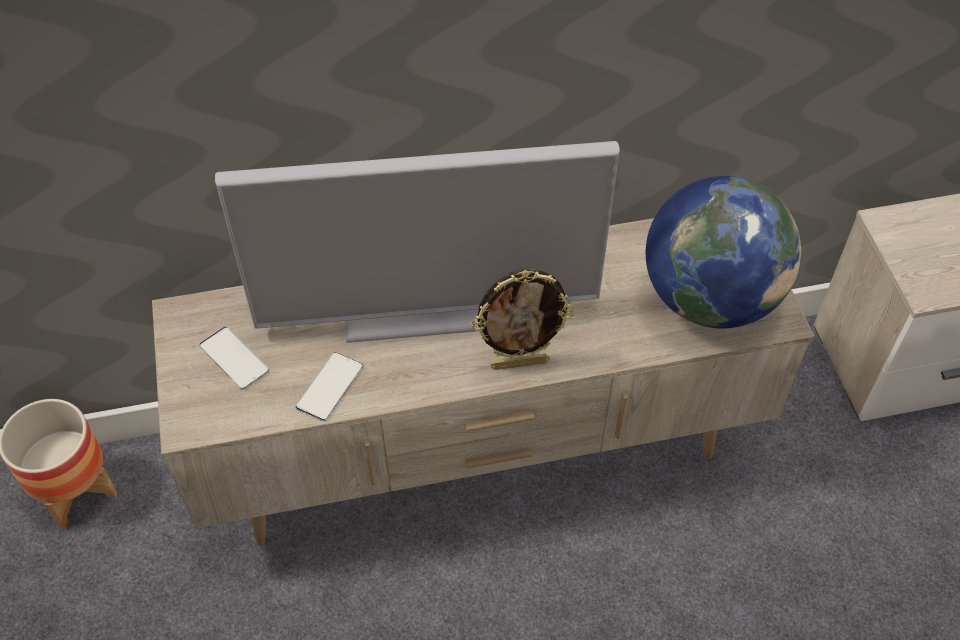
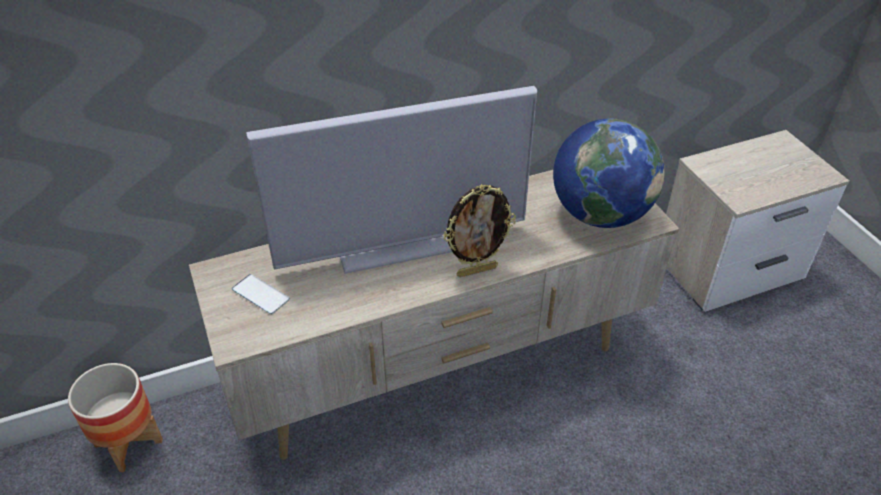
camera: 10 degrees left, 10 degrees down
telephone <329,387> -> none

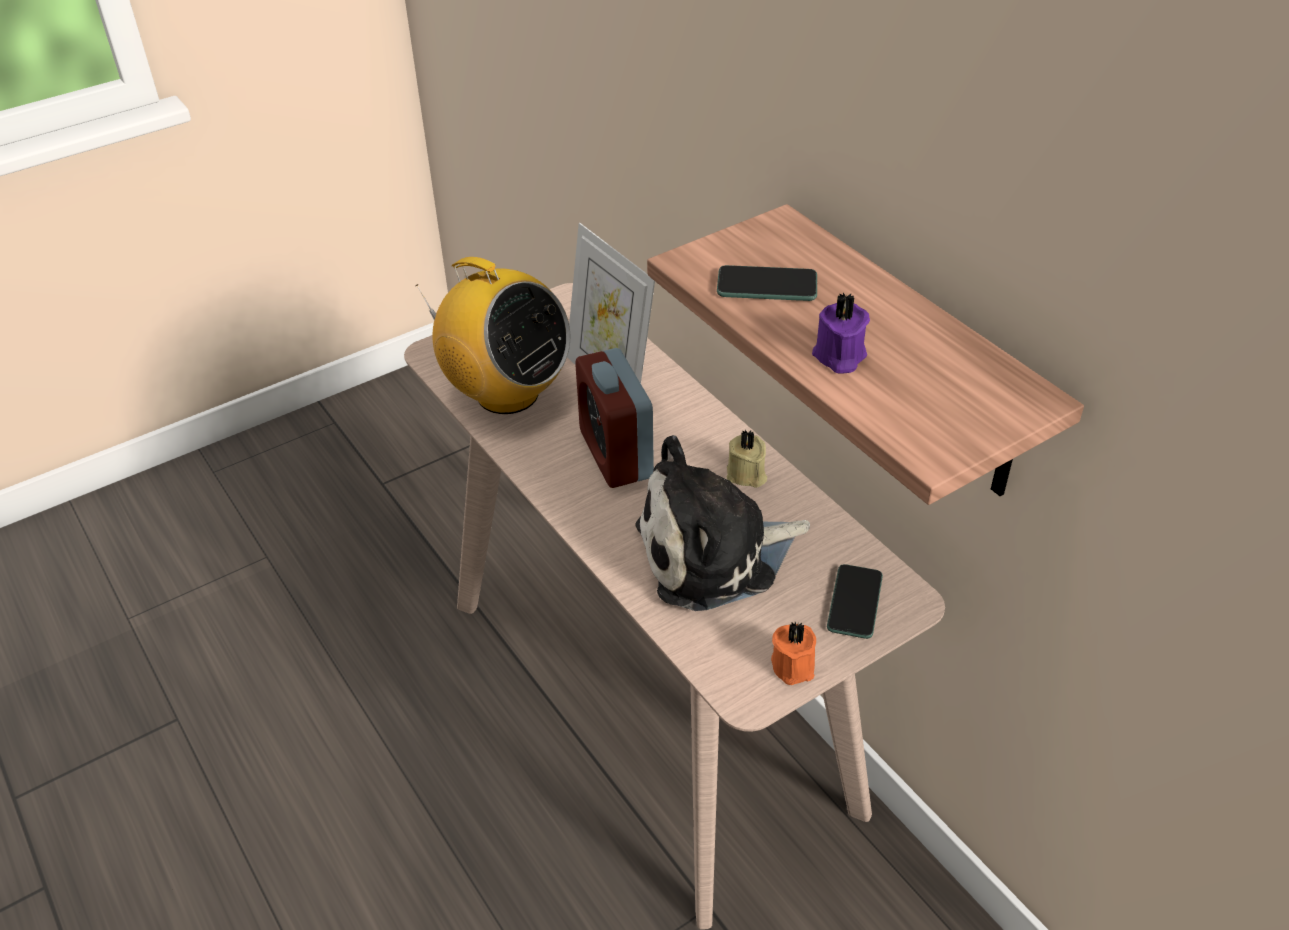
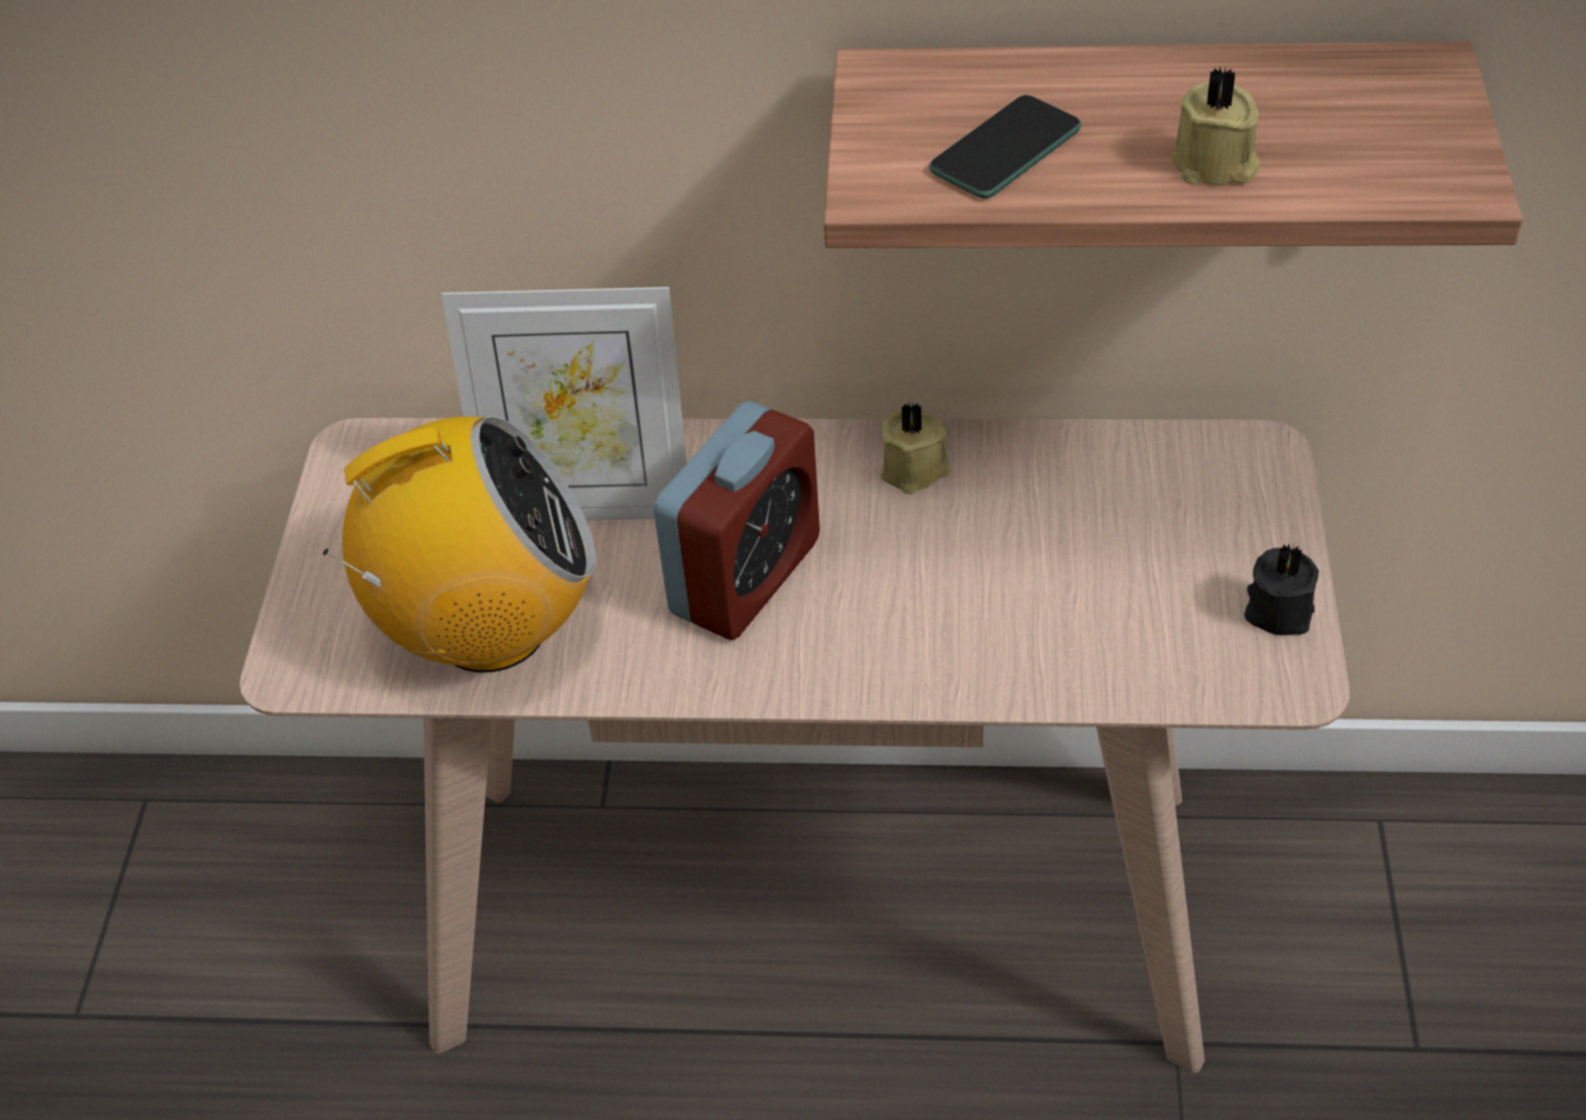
camera: 50 degrees left, 5 degrees up
plush toy <715,554> -> none
telephone <854,602> -> none
wax light (orange-coloured) <794,665> -> wax light (black) <1277,609>
wax light (purple) <838,357> -> wax light (beige) <1215,165>
bedside clock <616,454> -> bedside clock <745,577>, 75 degrees counterclockwise

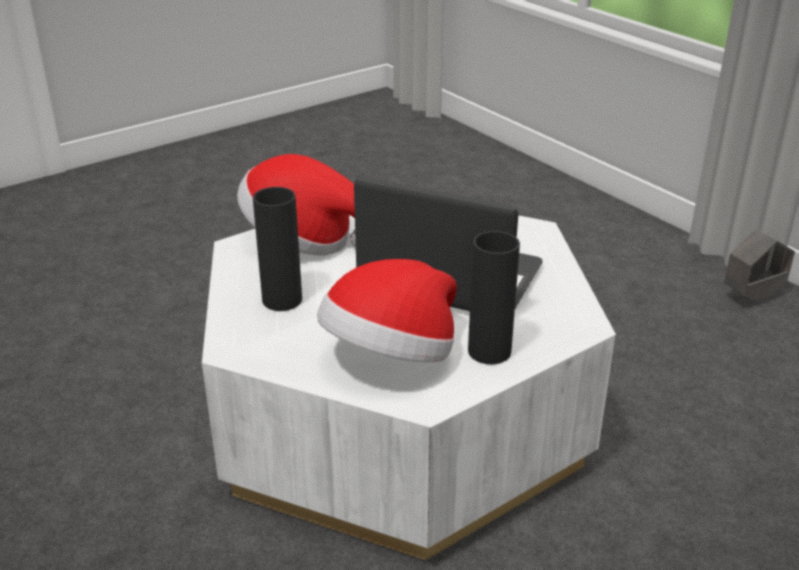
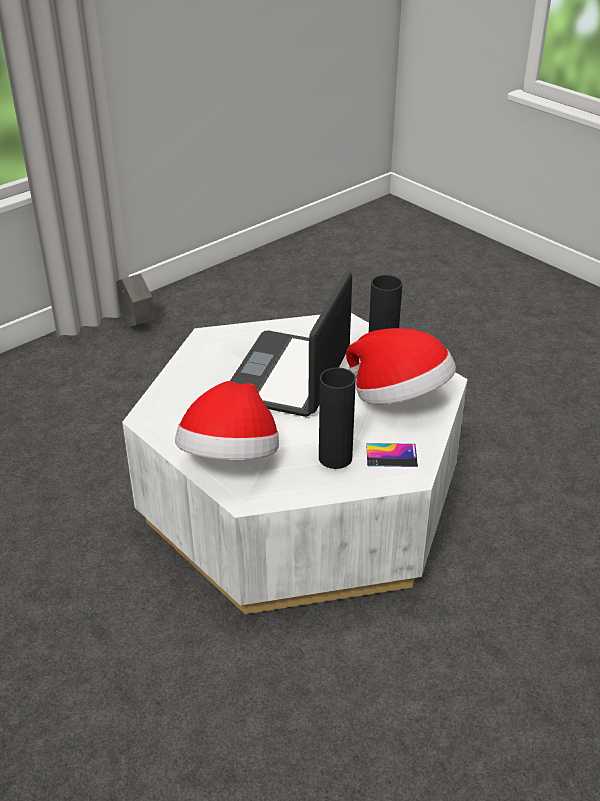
camera: 95 degrees left, 5 degrees up
none -> telephone <391,455>

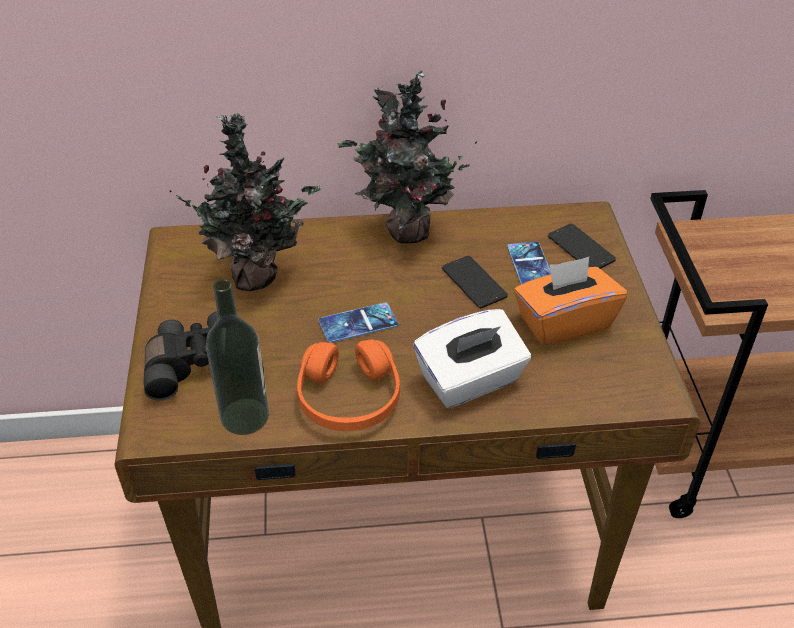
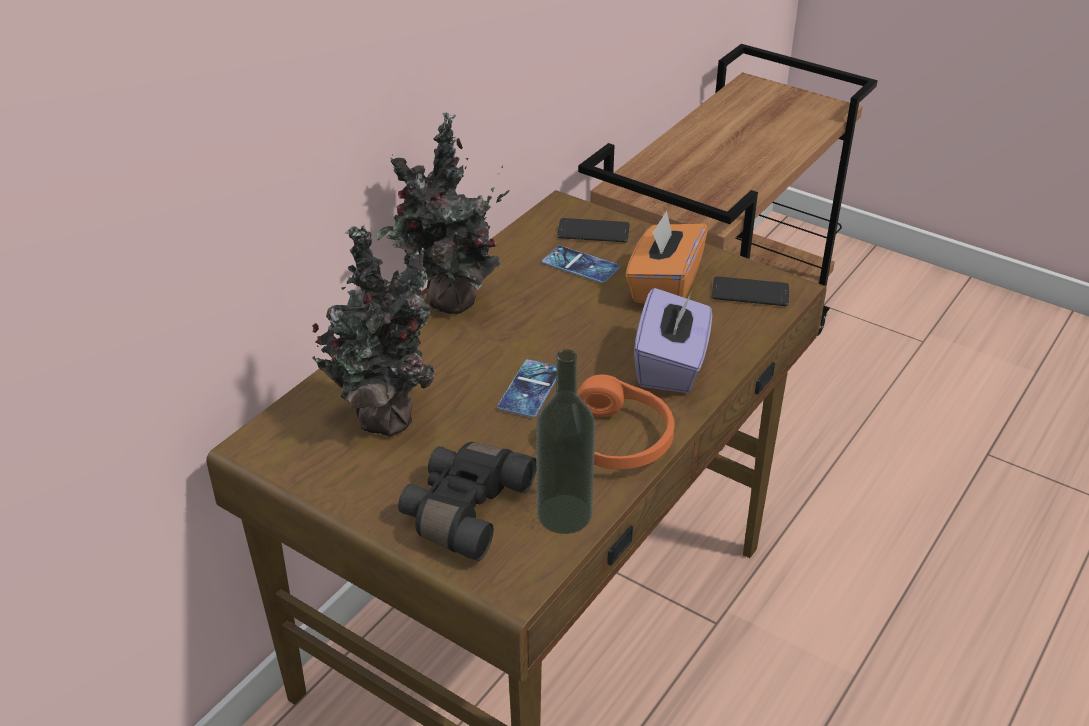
camera: 50 degrees left, 5 degrees down
telephone <474,282> -> telephone <750,293>, shifted
tissue box (whitish) <470,381> -> tissue box (purple) <671,366>

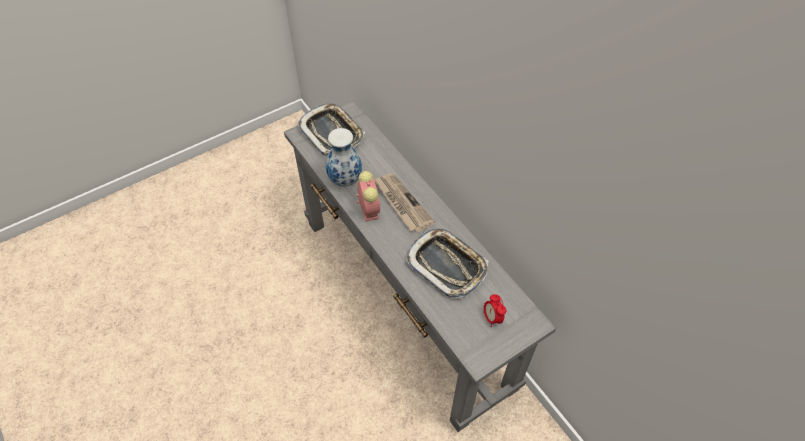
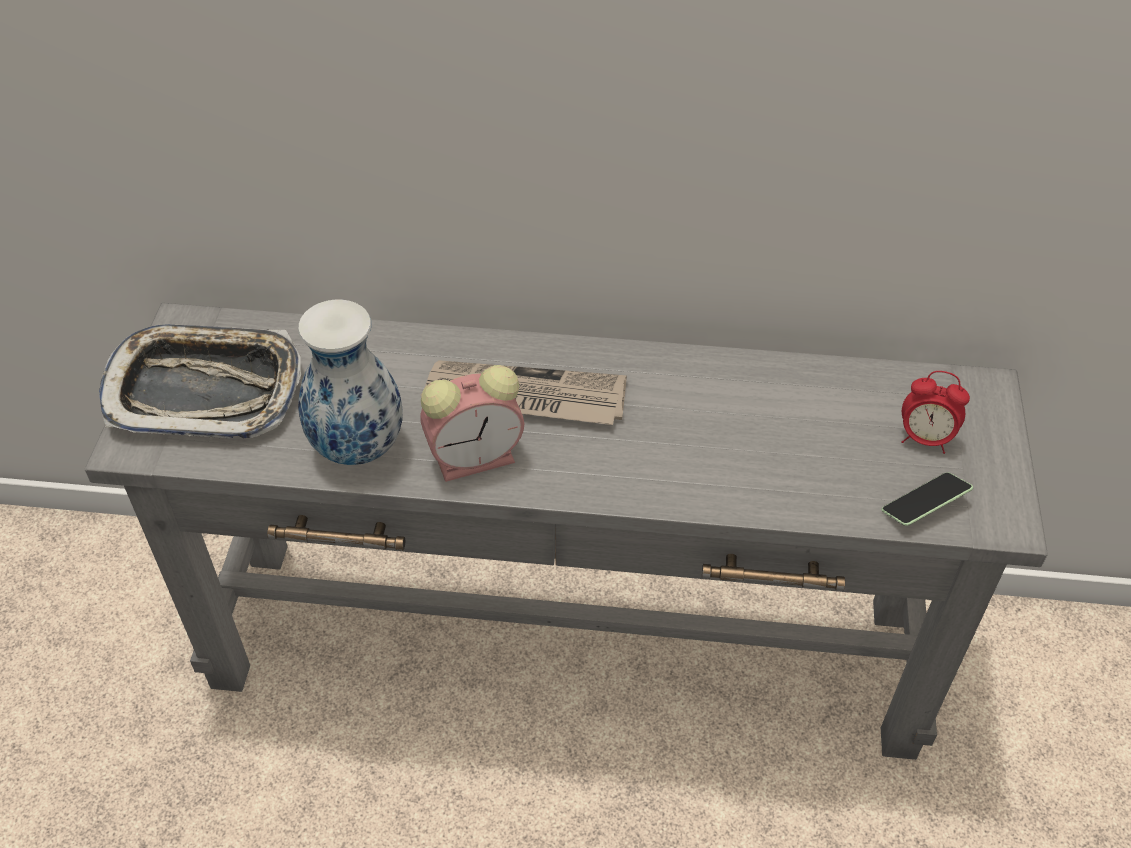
camera: 50 degrees left, 5 degrees down
tray <447,265> -> none
none -> telephone <924,506>
bedside clock <368,208> -> bedside clock <477,456>, 135 degrees clockwise

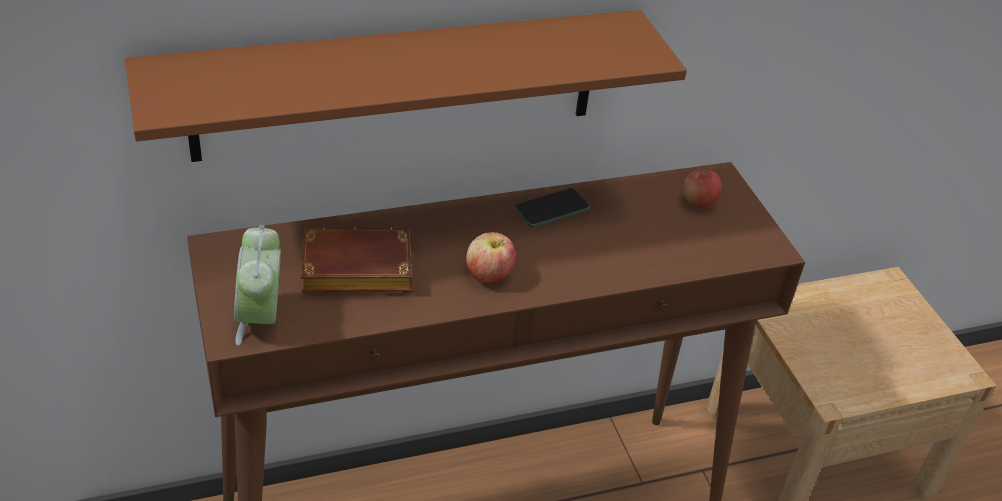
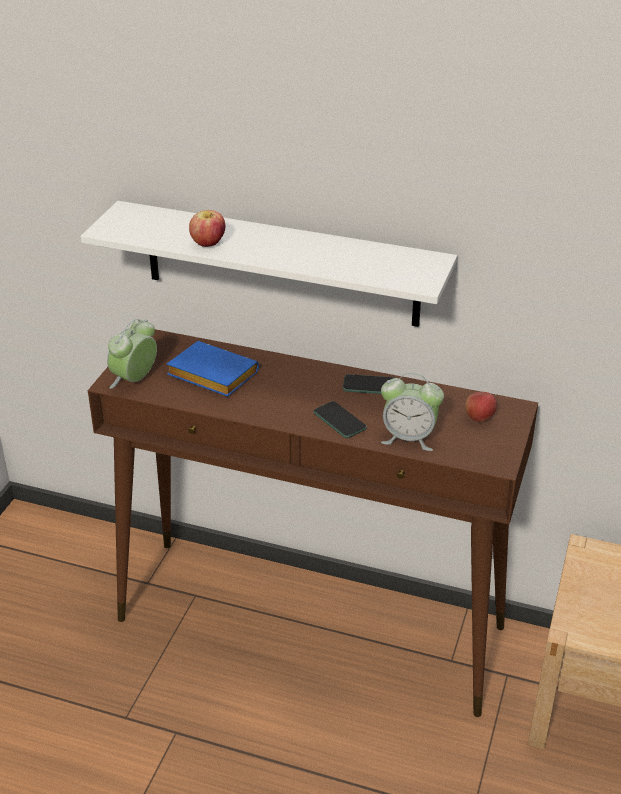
camera: 40 degrees right, 5 degrees down
none -> telephone <339,421>
none -> bedside clock <409,438>
apple fruit <488,276> -> apple fruit <208,244>, shifted
bracket shelf (brown-coloured) <398,85> -> bracket shelf (whitish) <281,264>
bound book (brown-coloured) <353,271> -> bound book (blue) <209,375>

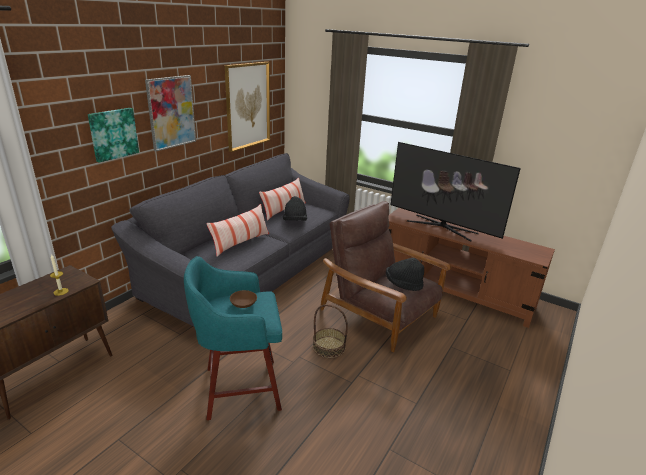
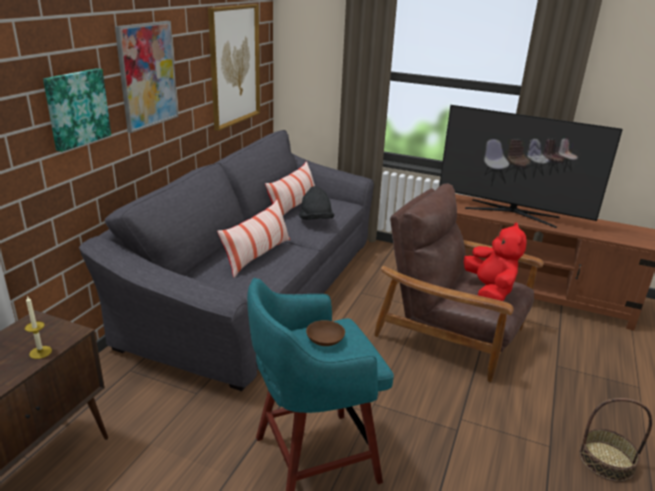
camera: 10 degrees left, 0 degrees up
storage basket <329,347> -> storage basket <606,460>, shifted
hat (black) <403,284> -> plush toy (red-coloured) <489,291>

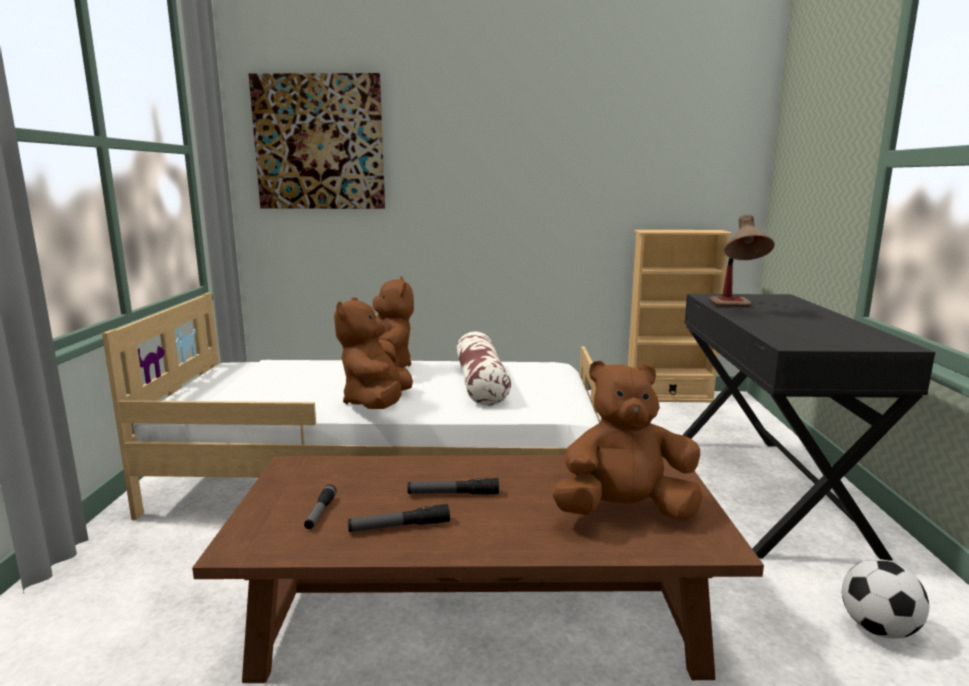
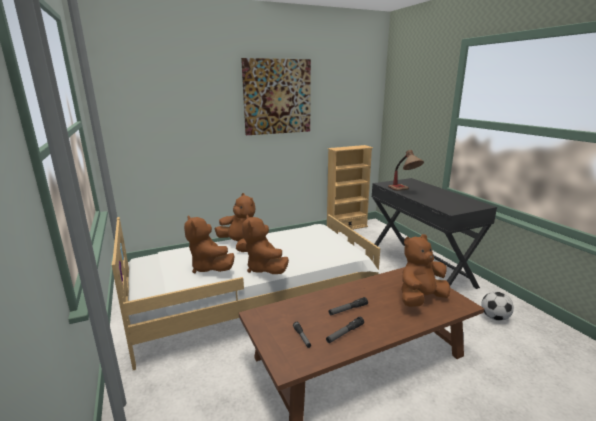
camera: 25 degrees left, 5 degrees up
pillow <480,383> -> none
none -> plush toy (brown-coloured) <210,268>
wall picture <319,142> -> wall picture <277,97>, shifted

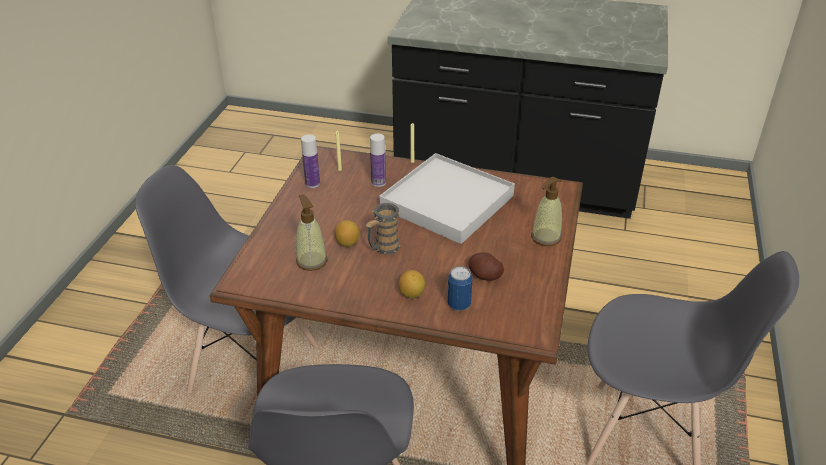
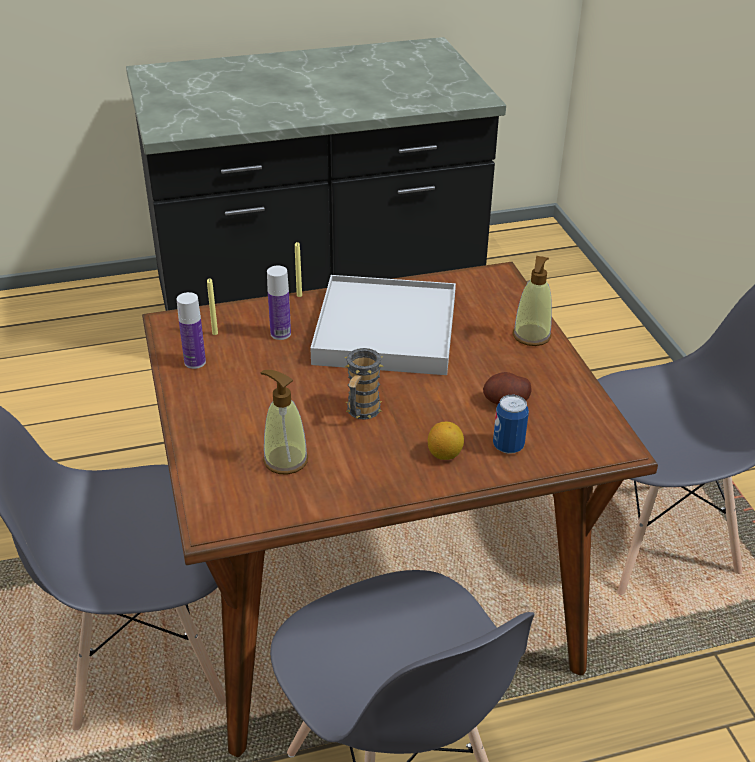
camera: 30 degrees left, 0 degrees up
lemon <347,243> -> none

